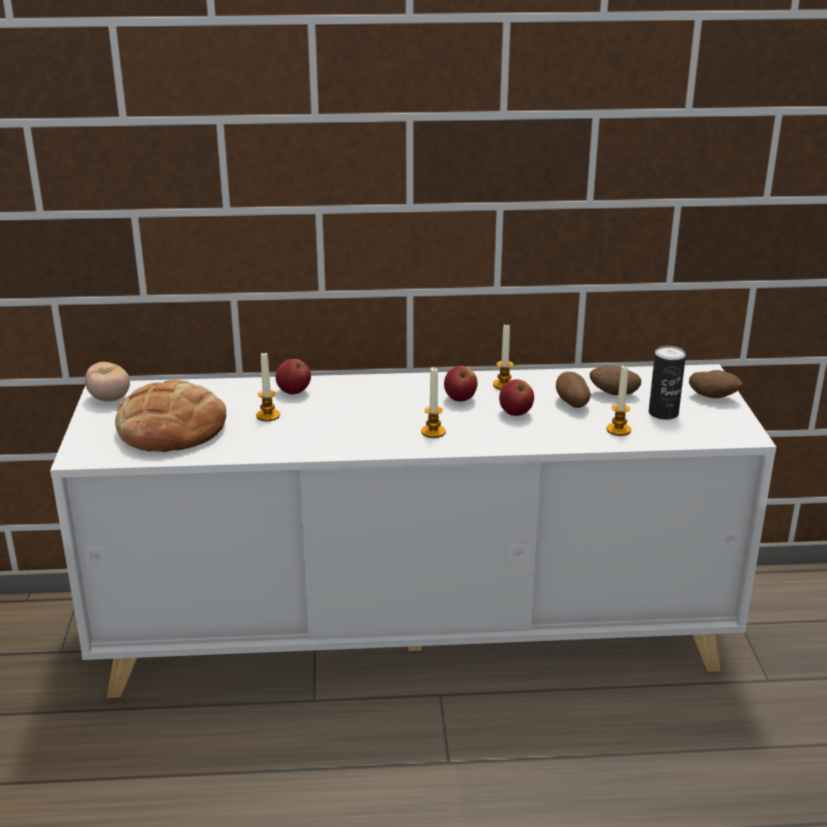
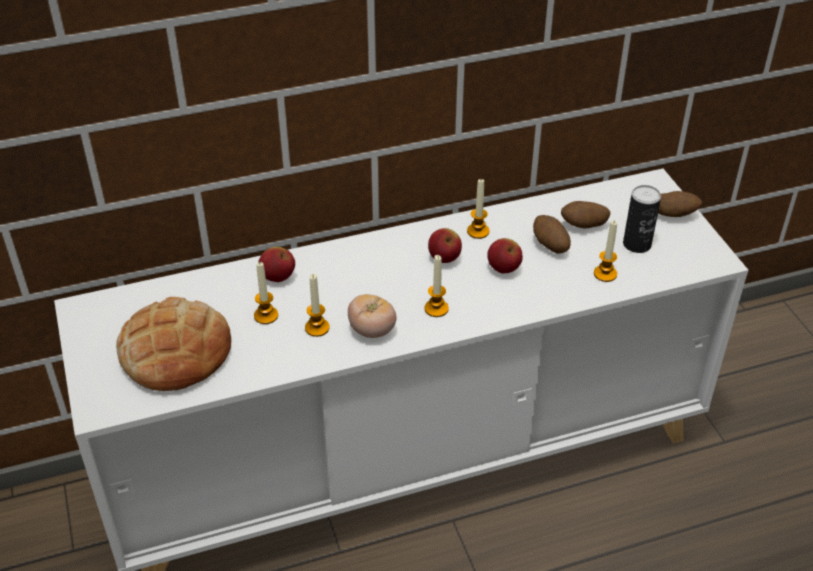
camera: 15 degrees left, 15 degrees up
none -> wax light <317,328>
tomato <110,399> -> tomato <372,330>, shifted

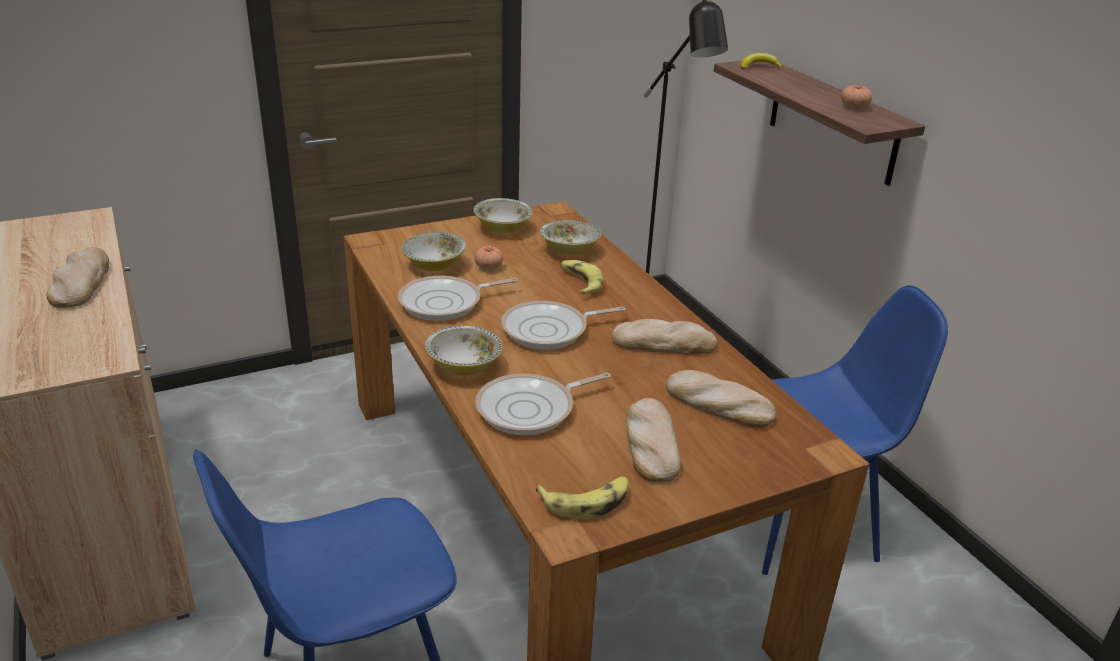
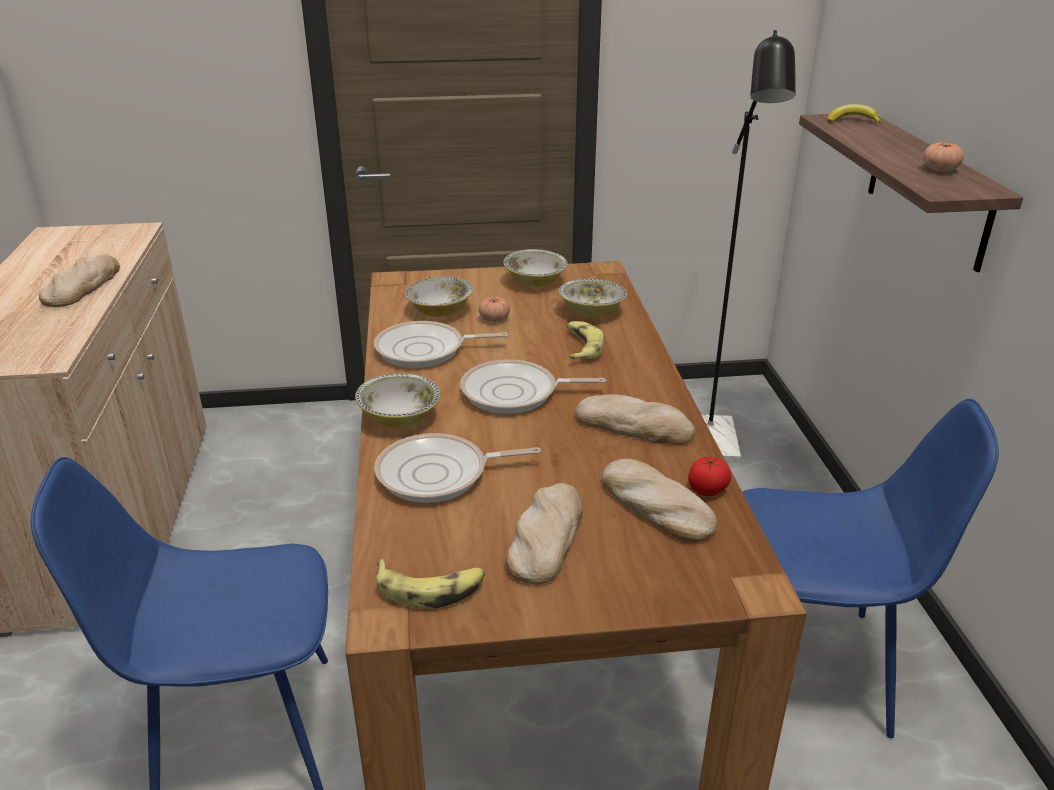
camera: 20 degrees right, 0 degrees up
none -> tomato <707,490>

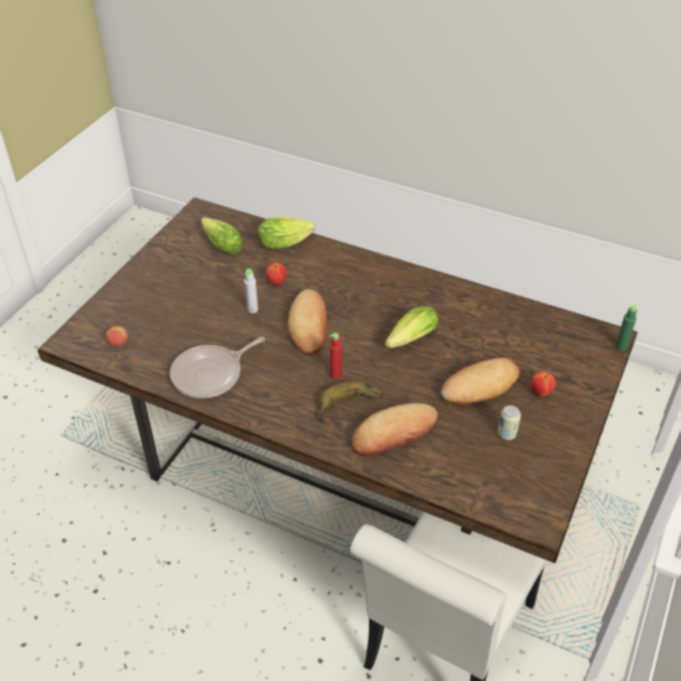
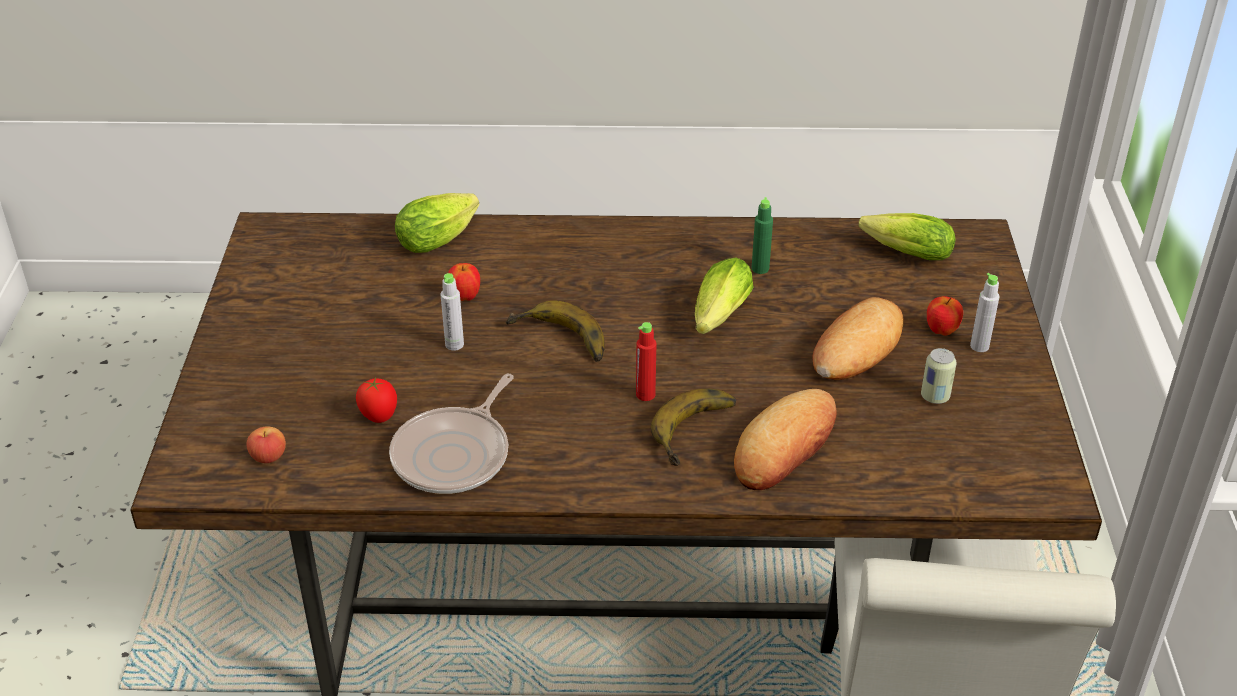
camera: 25 degrees left, 5 degrees down
none -> tomato <379,417>
none -> bottle (greyish) <979,346>
lettuce head <220,244> -> lettuce head <902,252>, shifted
bottle (green-coloured) <621,346> -> bottle (green-coloured) <760,268>, shifted
bread <309,326> -> whole banana <558,341>

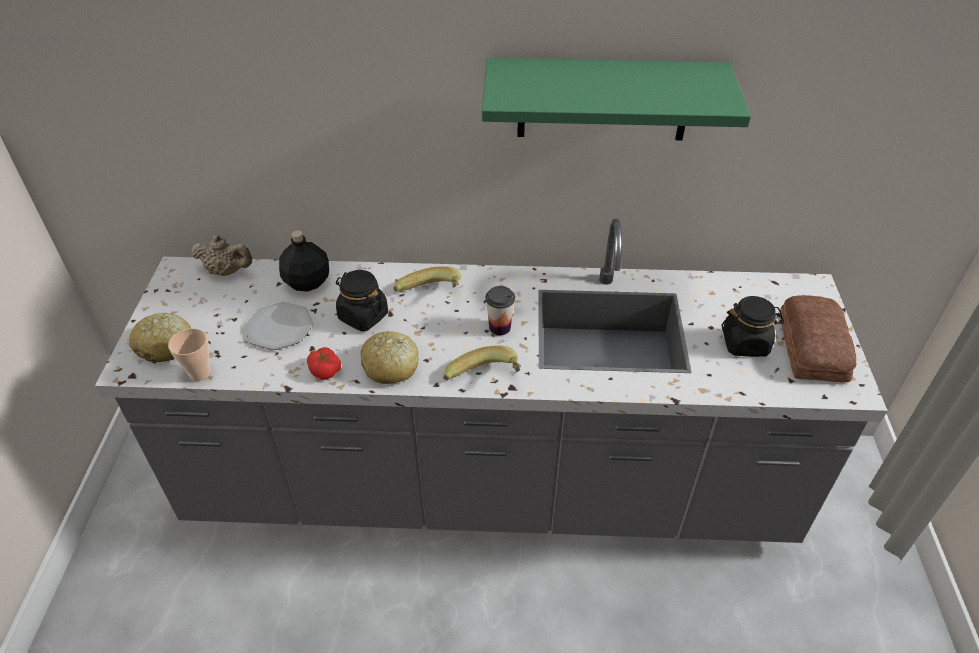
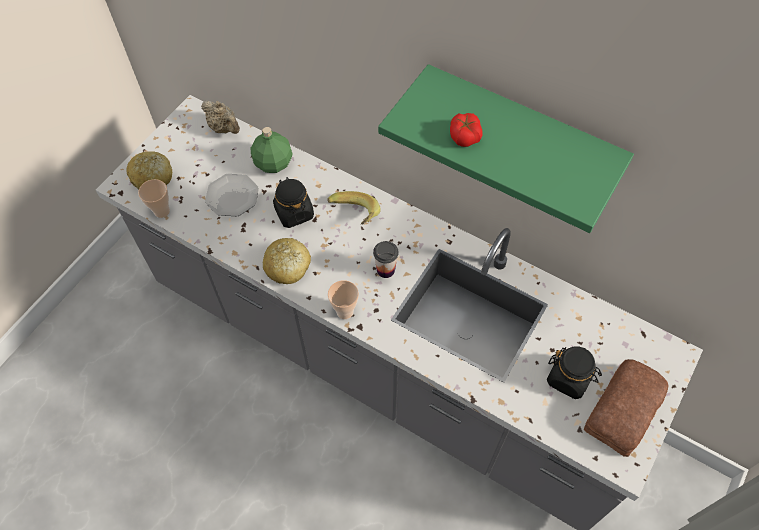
camera: 30 degrees right, 15 degrees up
tomato <325,370> -> tomato <464,136>, shifted
whole banana <485,381> -> drinking cup <345,311>
bottle (black) <307,281> -> bottle (green-coloured) <274,162>

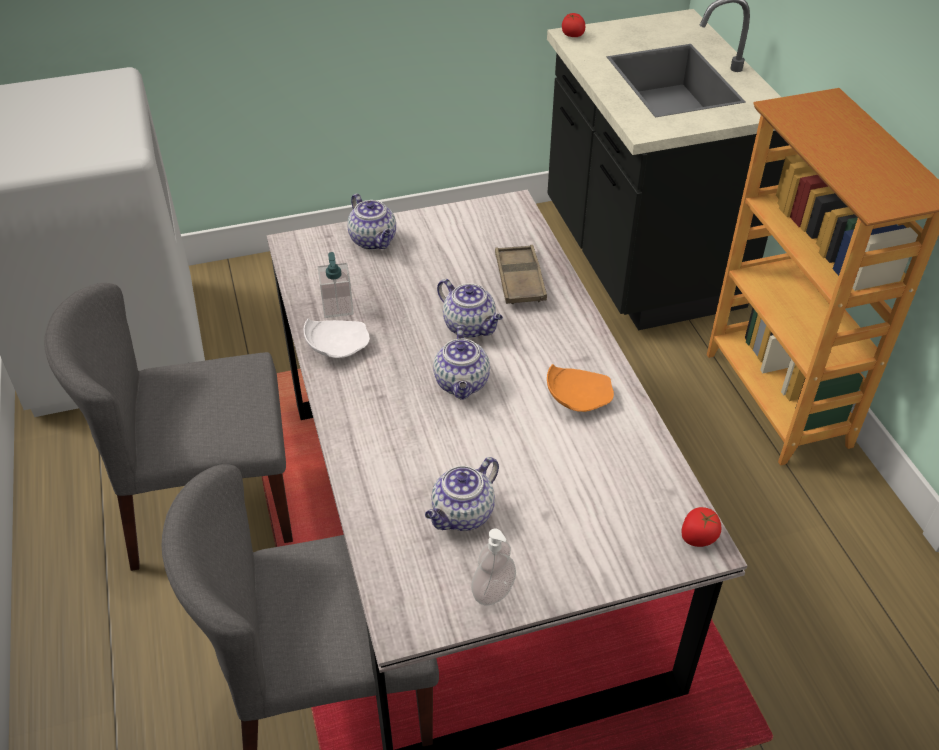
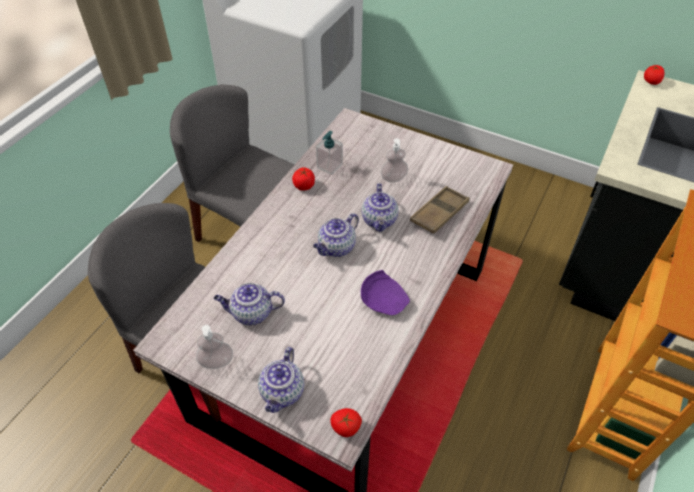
camera: 45 degrees right, 5 degrees up
none -> liquid soap bottle <393,178>
pot for tea <374,241> -> pot for tea <282,393>, shifted
plate (whitish) <336,346> -> tomato <304,186>
plate (orange-coloured) <577,397> -> plate (purple) <384,300>

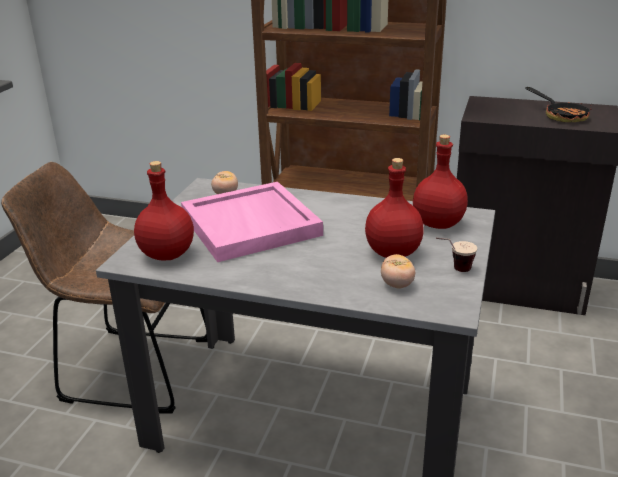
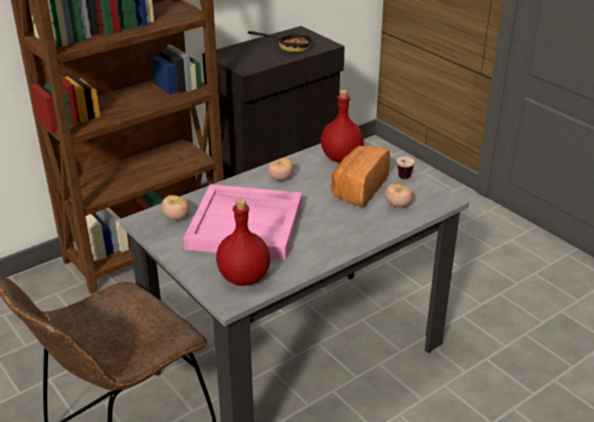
camera: 55 degrees left, 5 degrees up
none -> tomato <280,178>
bottle (red-coloured) <394,252> -> bread <358,189>

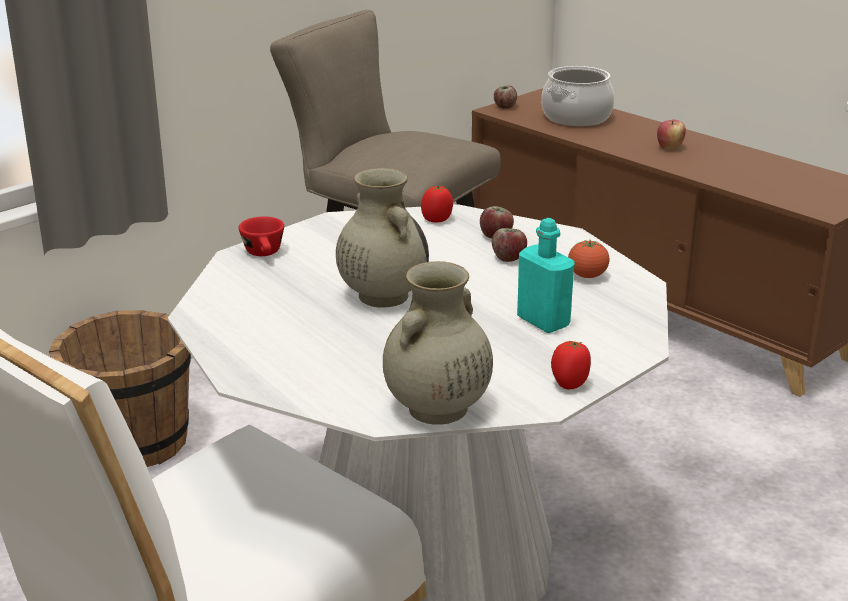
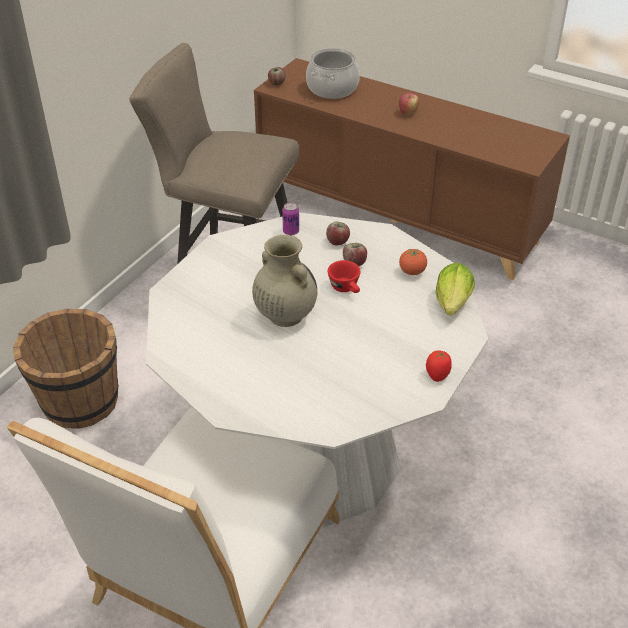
camera: 15 degrees left, 15 degrees up
vase (beige) <436,410> -> none
bottle (turquoise-coloured) <543,321> -> none
none -> lettuce head <452,306>
drinking cup (red-coloured) <264,254> -> drinking cup (red-coloured) <346,289>, shifted
tomato <437,220> -> metal can <291,231>

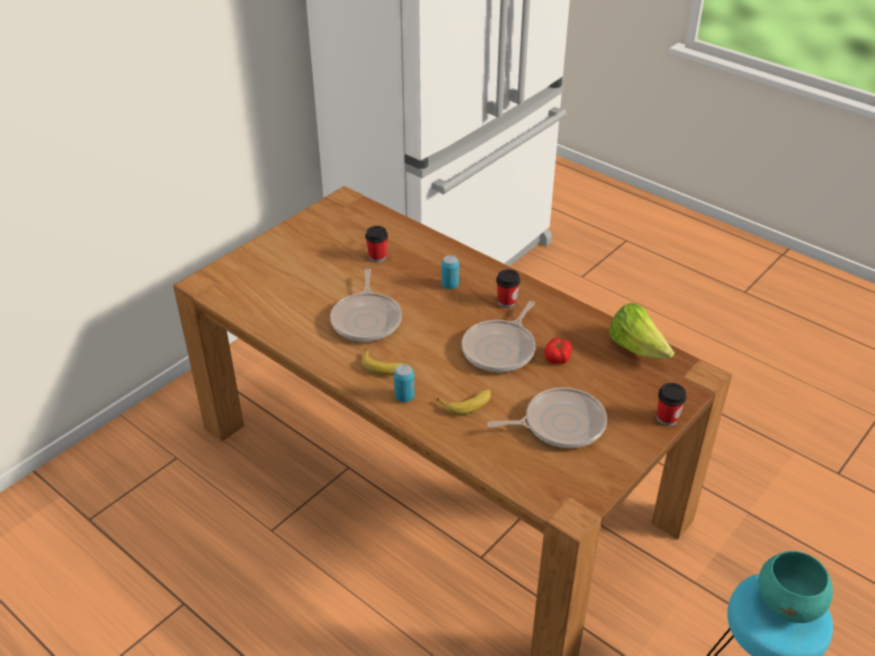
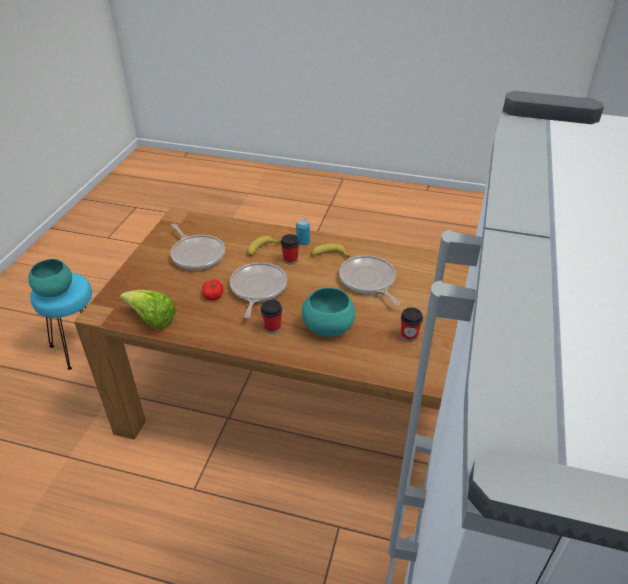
camera: 155 degrees right, 0 degrees up
drinking cup <667,418> -> drinking cup <290,260>, shifted
metal can <450,285> -> serving bowl (turquoise-coloured) <328,328>
frying pan <560,424> -> frying pan <197,254>, 90 degrees counterclockwise

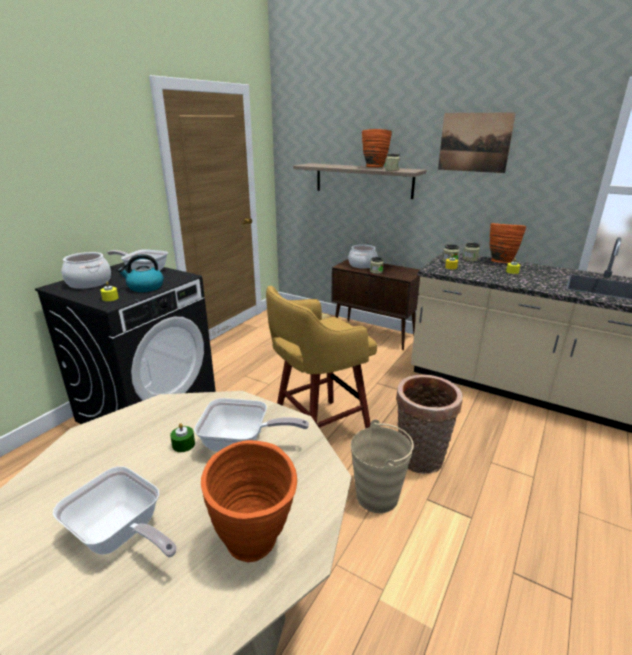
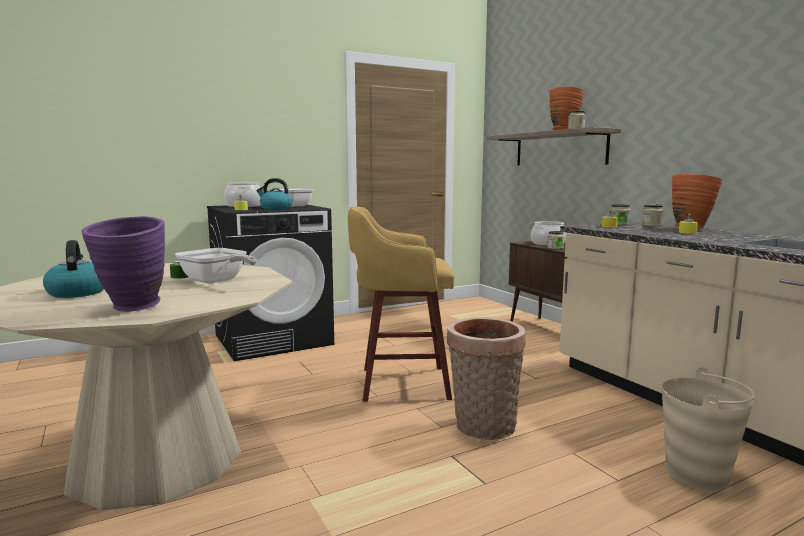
camera: 30 degrees right, 15 degrees down
wall picture <474,142> -> none
pail (beige) <377,496> -> pail (beige) <697,474>, shifted
frying pan <120,536> -> water kettle <77,292>
vase (orange-coloured) <256,549> -> vase (purple) <132,309>

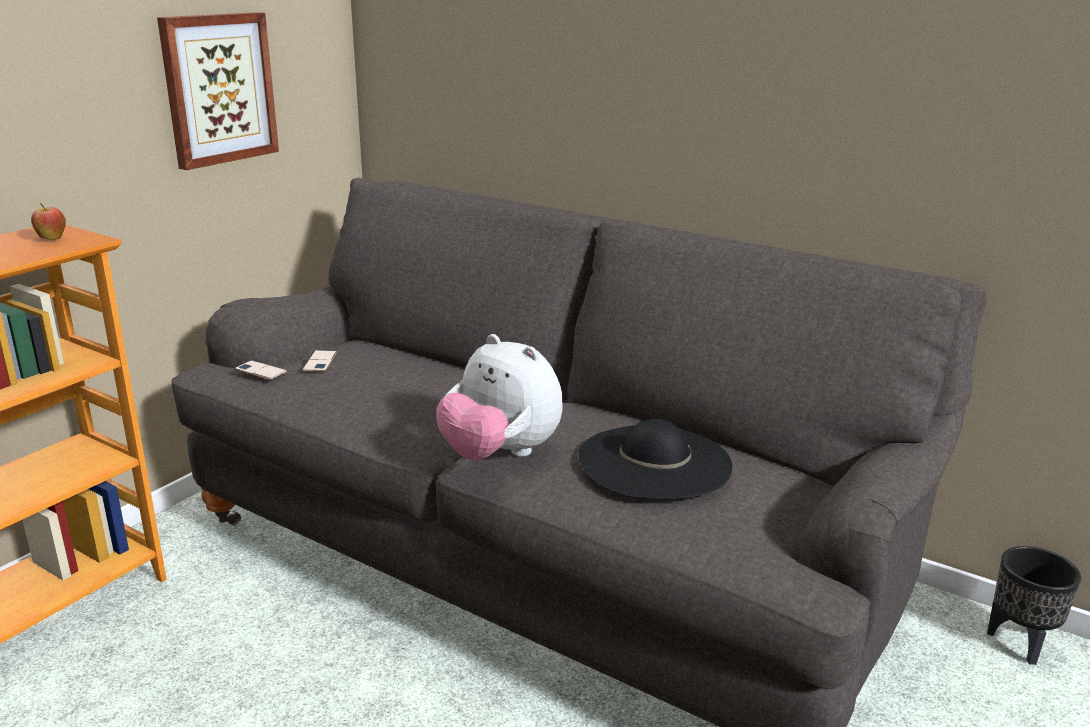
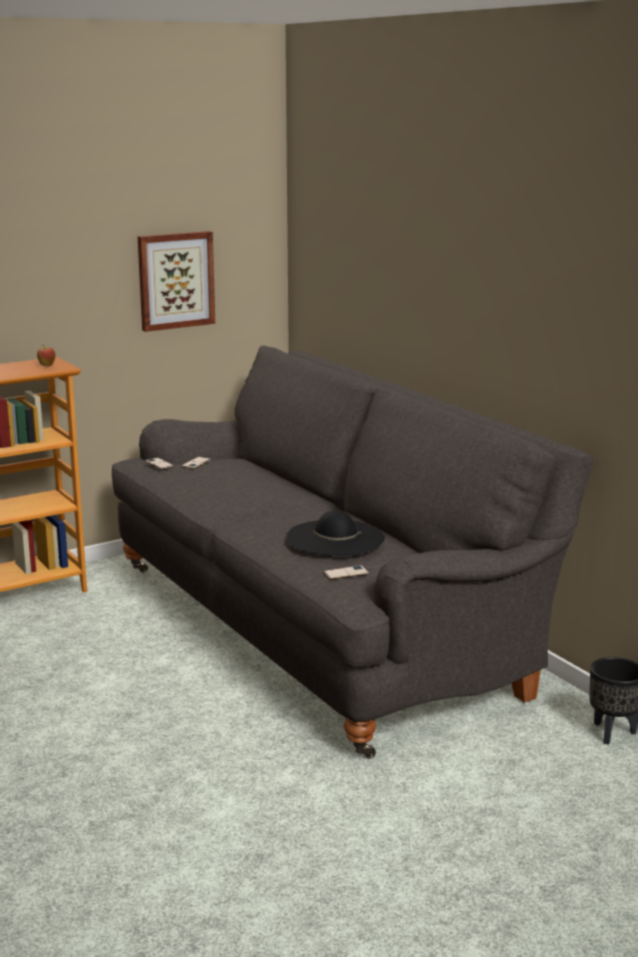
camera: 25 degrees right, 5 degrees down
plush toy <500,454> -> none
none -> telephone <346,573>

